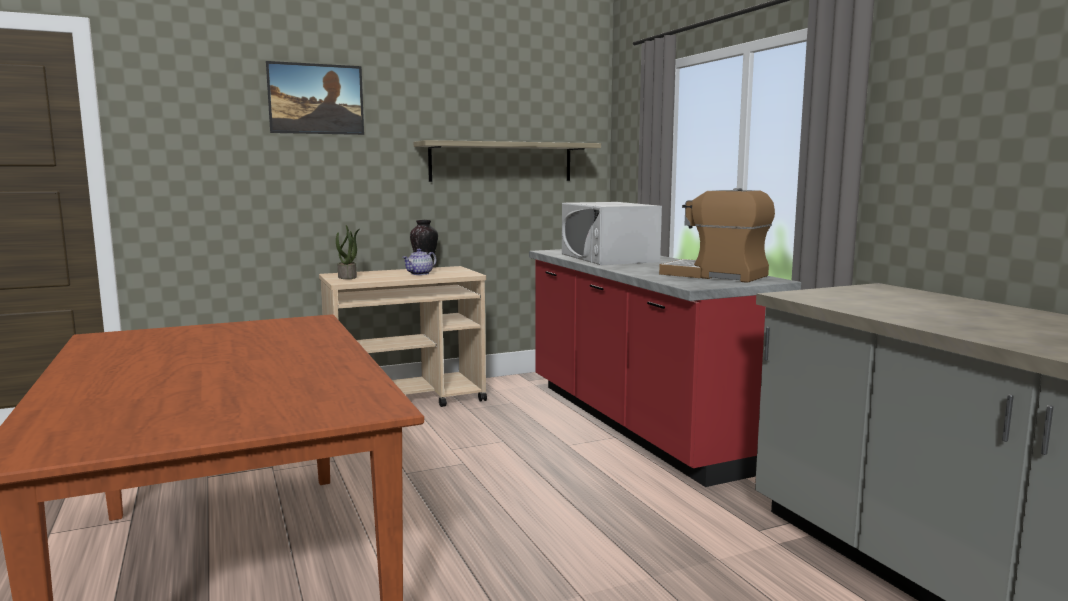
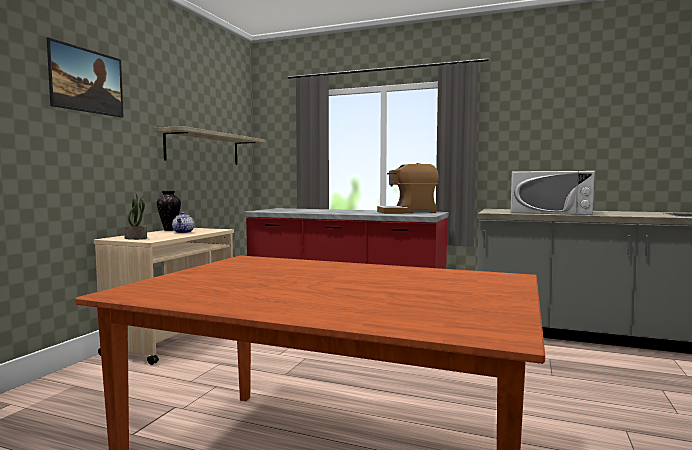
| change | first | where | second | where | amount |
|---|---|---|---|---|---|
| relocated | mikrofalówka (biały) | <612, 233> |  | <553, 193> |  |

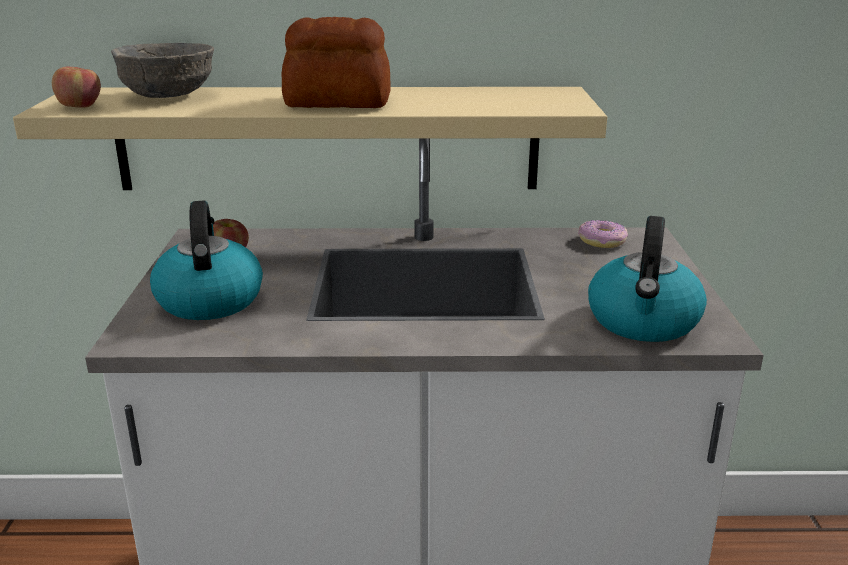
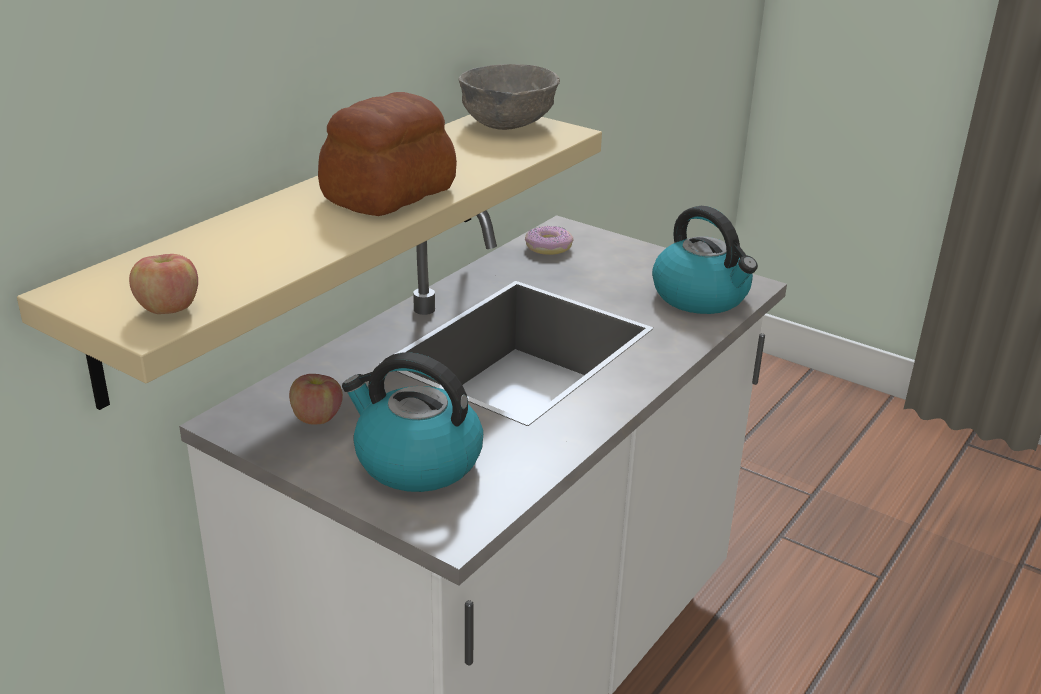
| change | first | where | second | where | amount |
|---|---|---|---|---|---|
| relocated | miska (szary) | <162, 70> |  | <509, 97> |  |

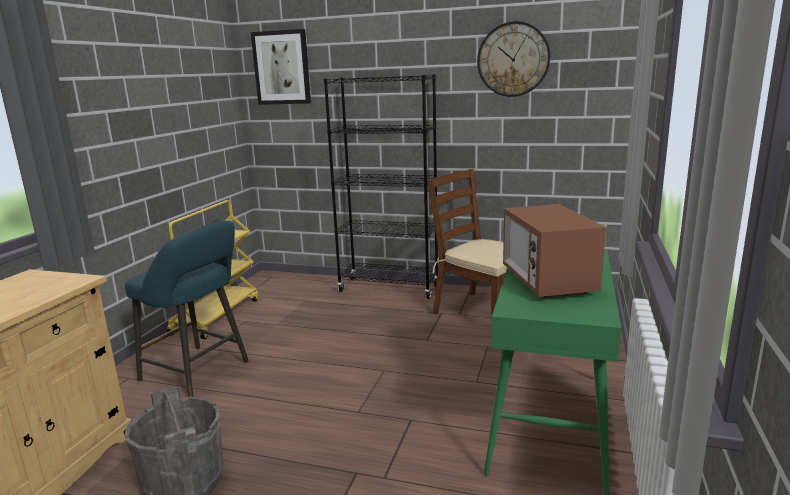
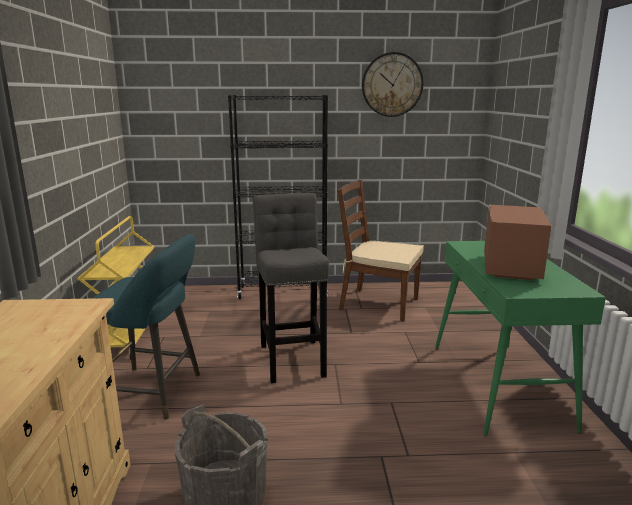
| change | first | where | second | where | amount |
|---|---|---|---|---|---|
| missing | obraz | <281, 67> |  |  |  |
| appeared |  |  | stołek (szary) | <291, 288> |  |
| spun | mikrofalówka | <554, 251> |  | <517, 242> | 135 degrees counterclockwise |

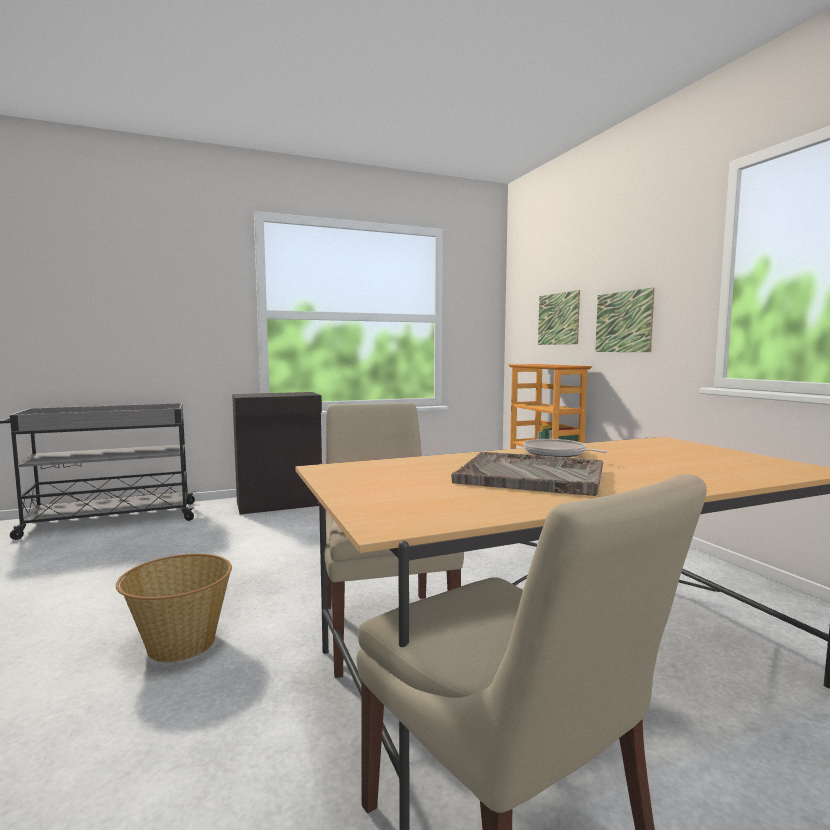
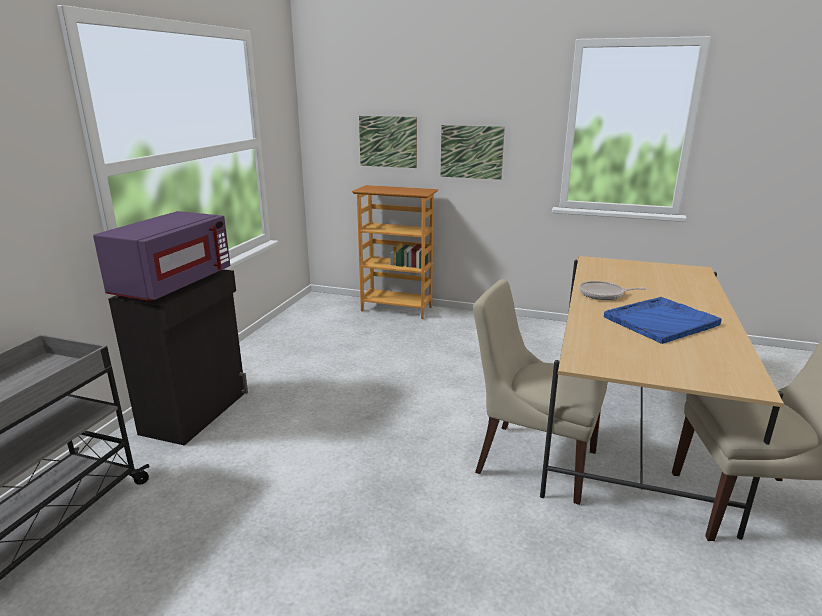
| change | first | where | second | where | amount |
|---|---|---|---|---|---|
| missing | koszyk | <174, 608> |  |  |  |
| appeared |  |  | mikrofalówka (fioletowy) | <161, 256> |  |
| colour | taca (szary) | <527, 474> | taca (niebieski) | <663, 320> |  |

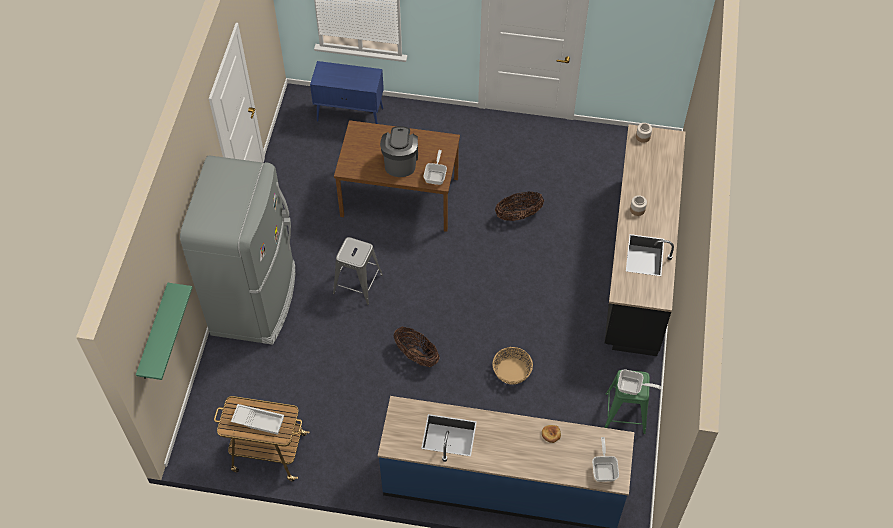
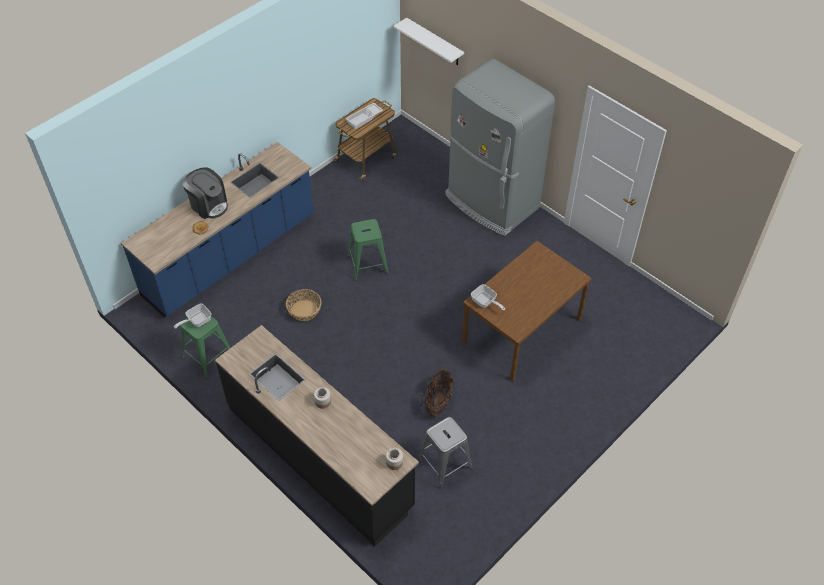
| change | first | where | second | where | amount |
|---|---|---|---|---|---|
| missing | szafka (niebieski) | <347, 92> |  |  |  |
| missing | patelnia | <605, 459> |  |  |  |
| relocated | stołek (szary) | <358, 271> |  | <445, 453> |  |
| relocated | ekspres do kawy | <399, 151> |  | <205, 193> |  |
| exchanged | koszyk | <417, 347> | stołek (zielony) | <368, 250> |  |
| colour | półka (zielony) | <164, 331> | półka (biały) | <428, 41> |  |

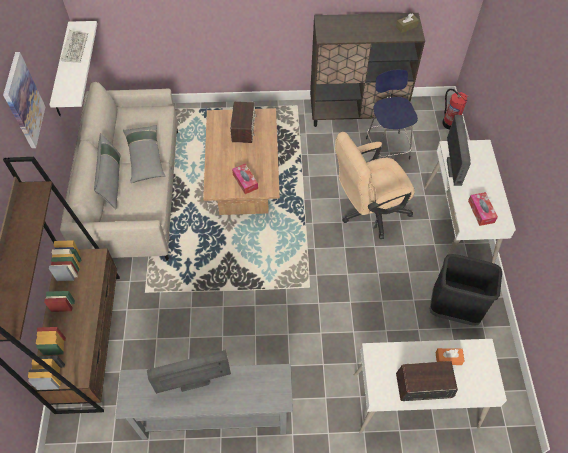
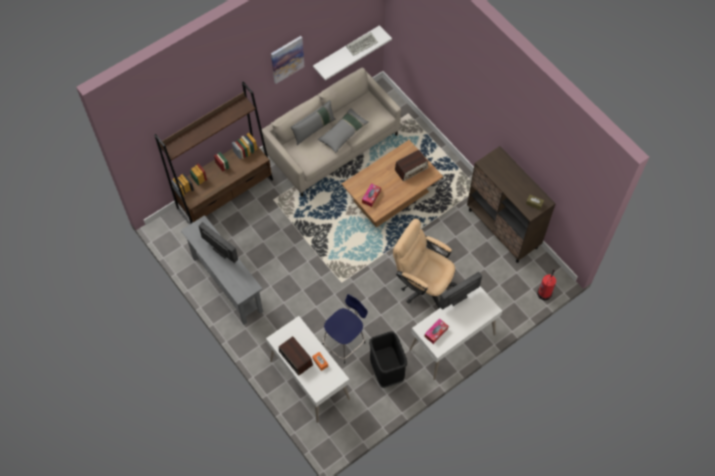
| change | first | where | second | where | amount |
|---|---|---|---|---|---|
| relocated | stołek (niebieski) | <392, 114> |  | <345, 329> |  |

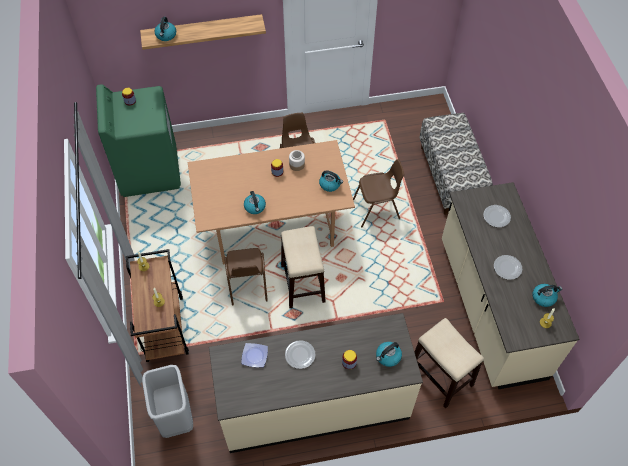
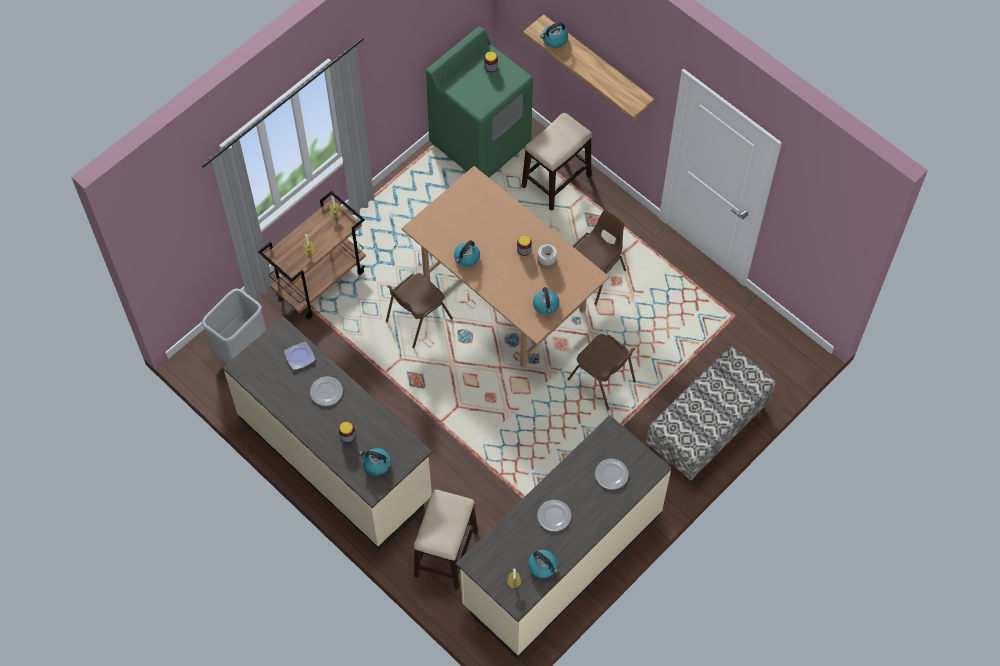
| change | first | where | second | where | amount |
|---|---|---|---|---|---|
| relocated | stołek | <303, 267> |  | <557, 162> |  |

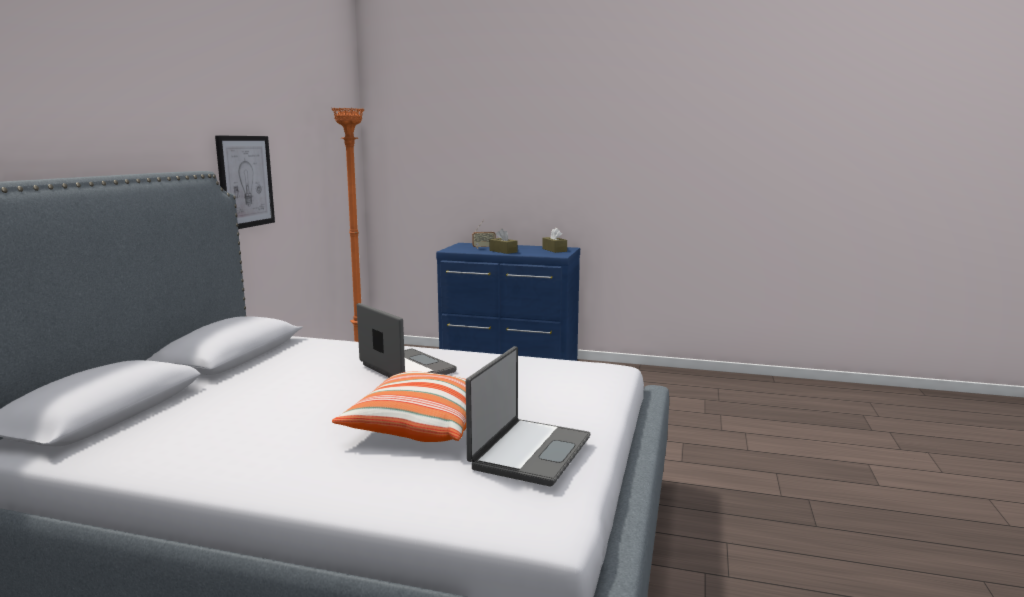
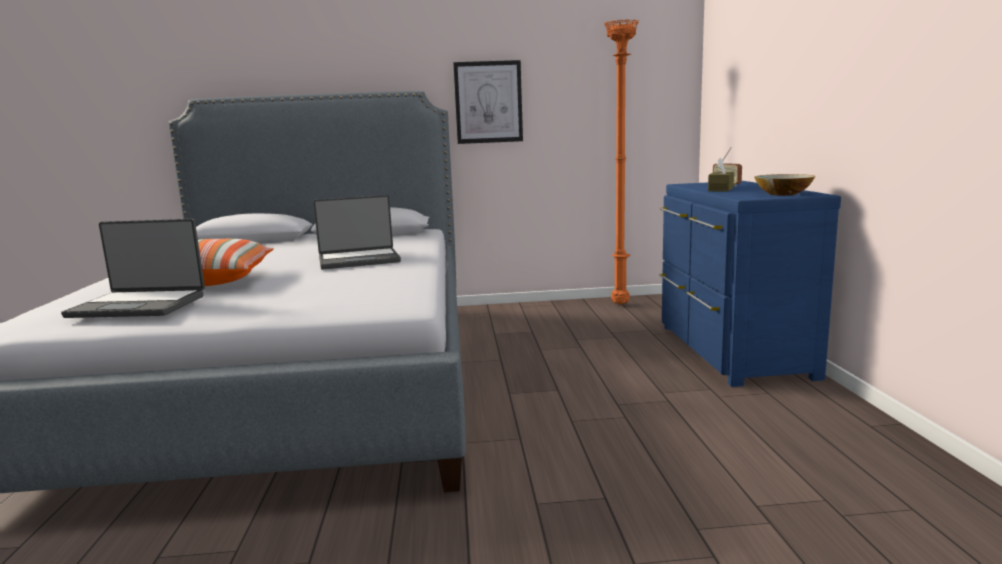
| change | first | where | second | where | amount |
|---|---|---|---|---|---|
| exchanged | pudełko chusteczek (brązowy) | <554, 240> | miska | <784, 185> |  |
| spun | laptop | <407, 340> |  | <357, 232> | 45 degrees clockwise |

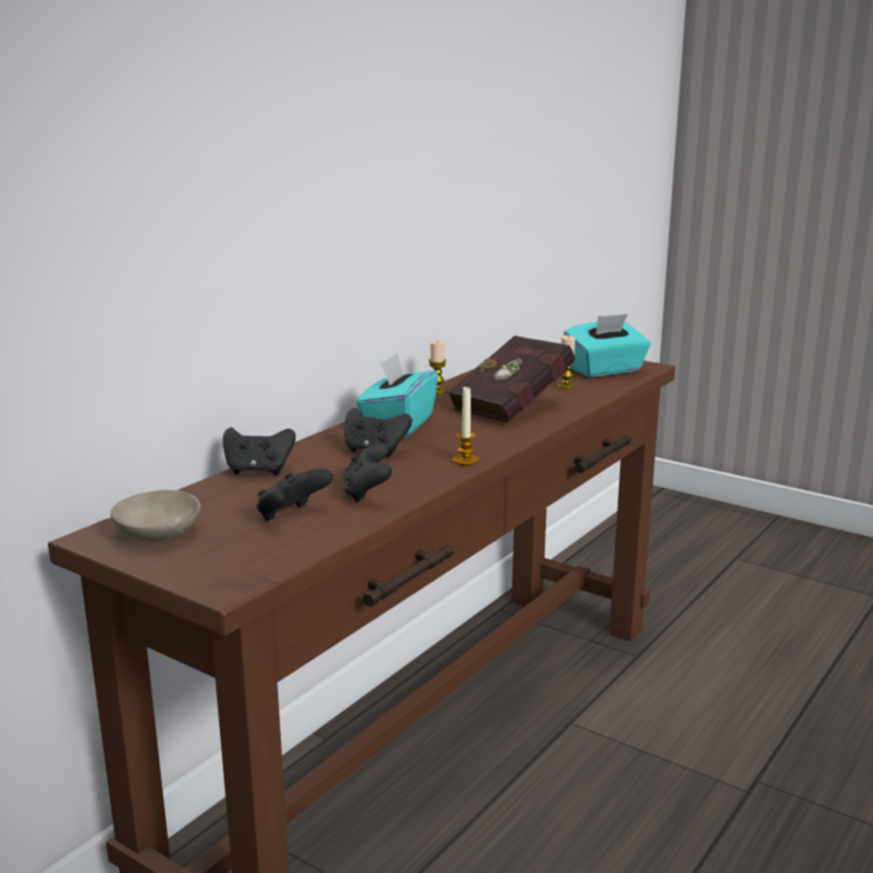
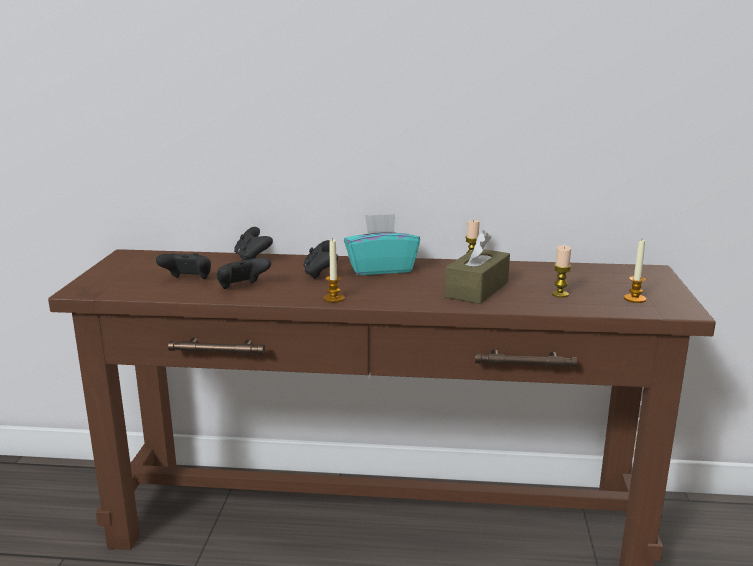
| change | first | where | second | where | amount |
|---|---|---|---|---|---|
| missing | miska (beżowy) | <155, 516> |  |  |  |
| exchanged | książka (czerwony) | <511, 379> | pudełko chusteczek (brązowy) | <477, 267> |  |
| exchanged | pudełko chusteczek (turkusowy) | <607, 345> | świeca | <635, 271> |  |

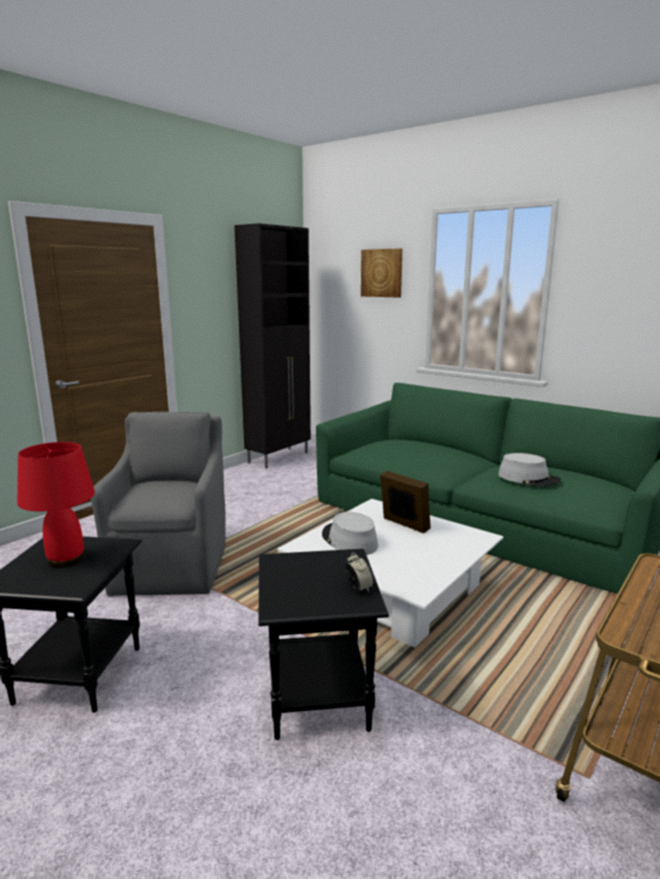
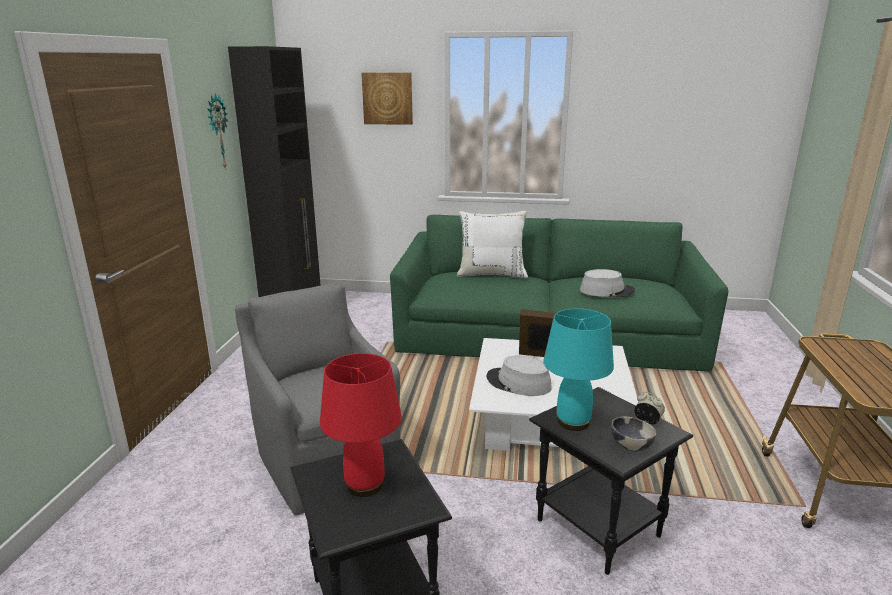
| change | first | where | second | where | amount |
|---|---|---|---|---|---|
| appeared |  |  | zegar ścienny | <217, 132> |  |
| appeared |  |  | poduszka (biały) | <492, 244> |  |
| appeared |  |  | lampa stołowa (turkusowy) | <579, 369> |  |
| appeared |  |  | miska | <633, 434> |  |

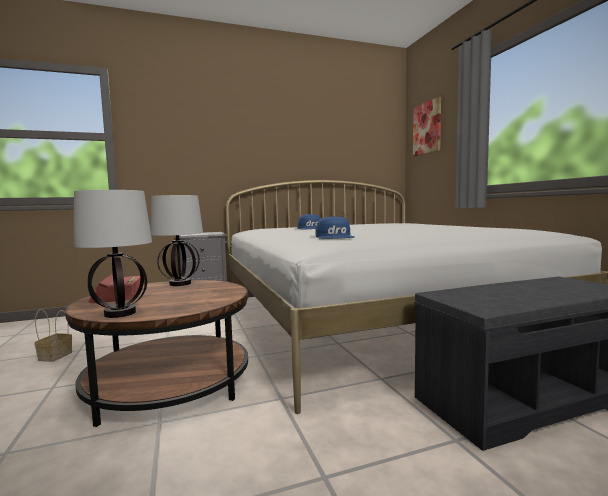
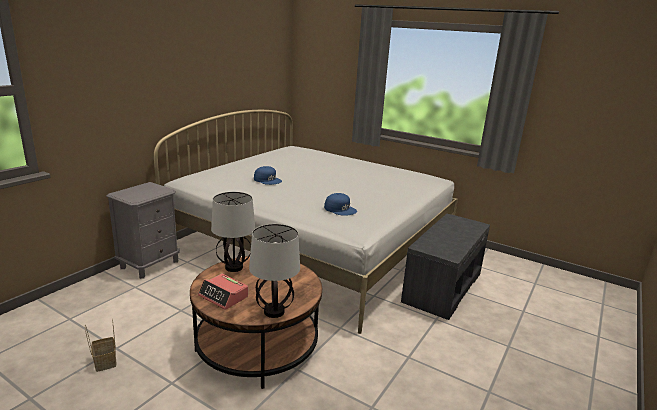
| change | first | where | second | where | amount |
|---|---|---|---|---|---|
| missing | obraz | <427, 126> |  |  |  |

